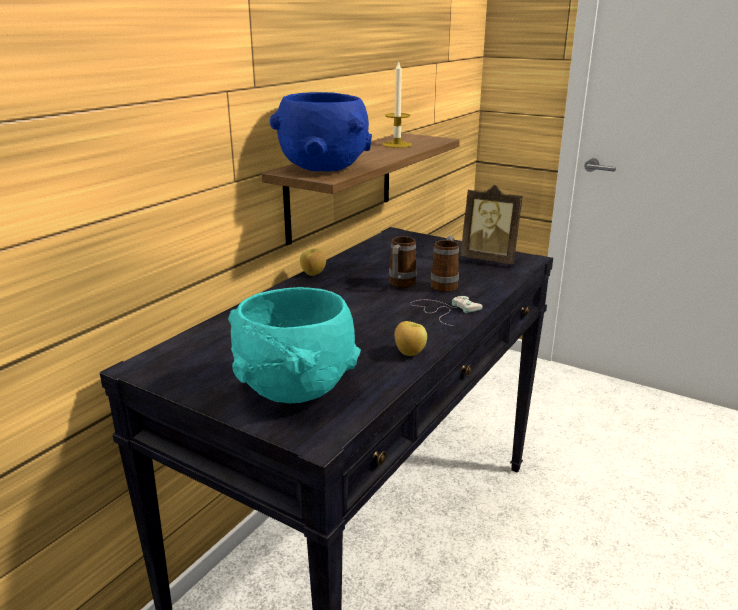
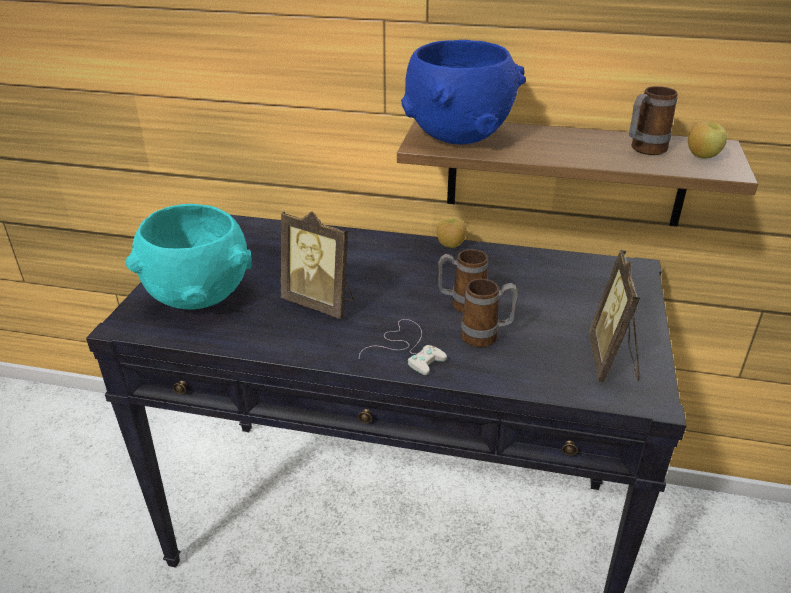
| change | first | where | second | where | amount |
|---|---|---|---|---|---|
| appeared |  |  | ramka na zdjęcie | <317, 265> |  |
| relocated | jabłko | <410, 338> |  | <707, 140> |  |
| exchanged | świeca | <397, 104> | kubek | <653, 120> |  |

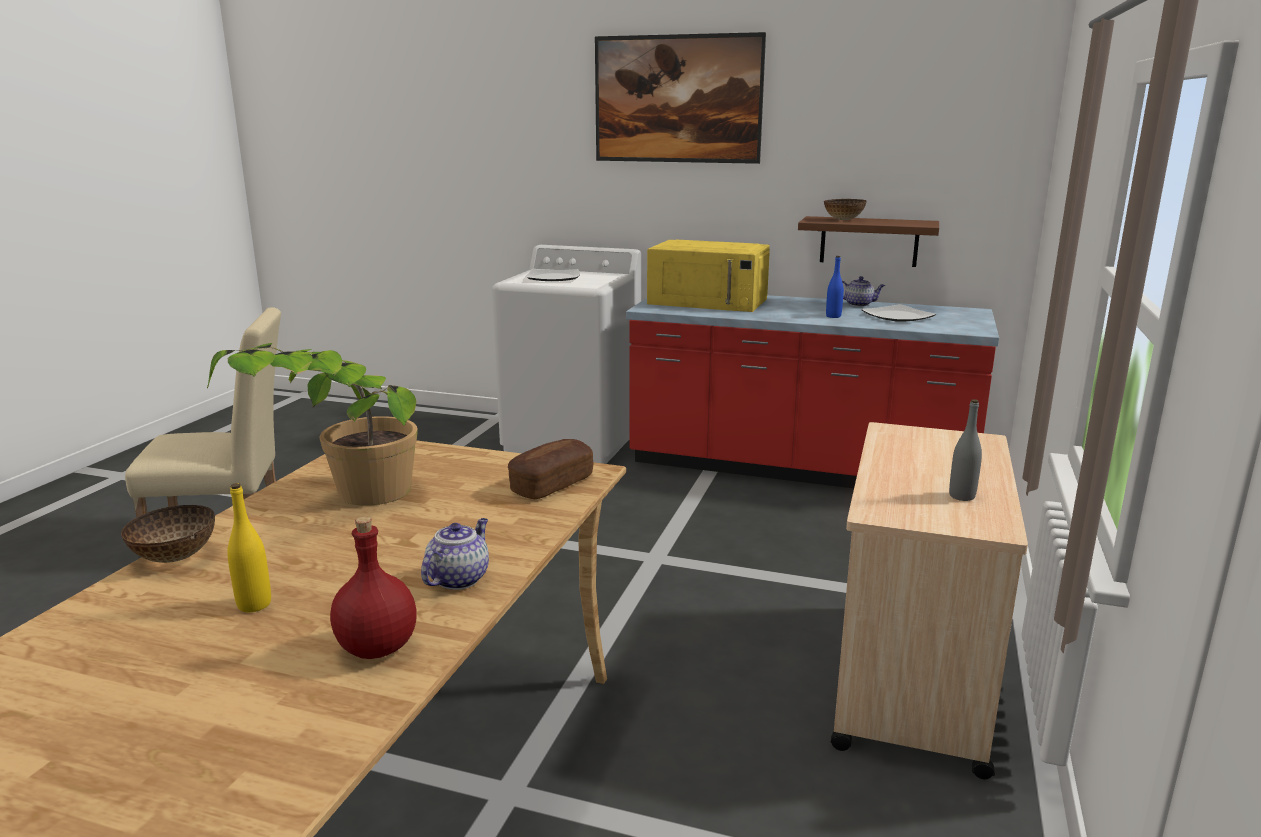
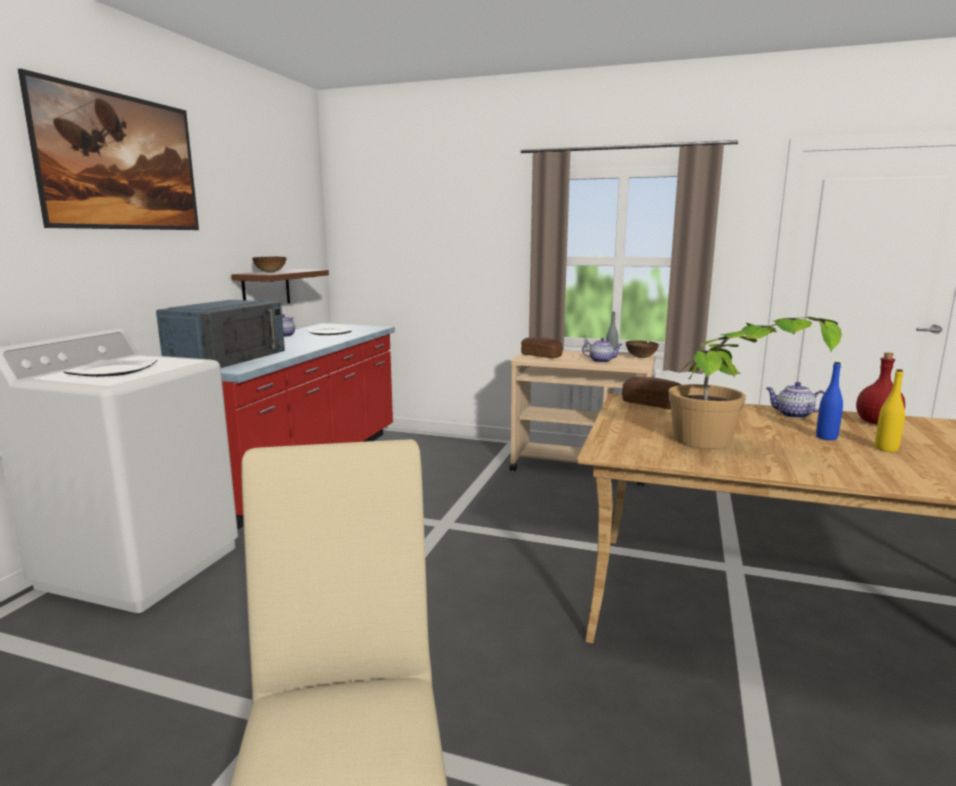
| change | first | where | second | where | amount |
|---|---|---|---|---|---|
| appeared |  |  | chleb | <542, 347> |  |
| appeared |  |  | imbryk | <602, 350> |  |
| relocated | miska | <168, 534> |  | <642, 349> |  |
| relocated | butelka (niebieski) | <835, 287> |  | <829, 401> |  |
| colour | mikrofalówka (żółty) | <708, 276> | mikrofalówka (niebieski) | <220, 334> |  |

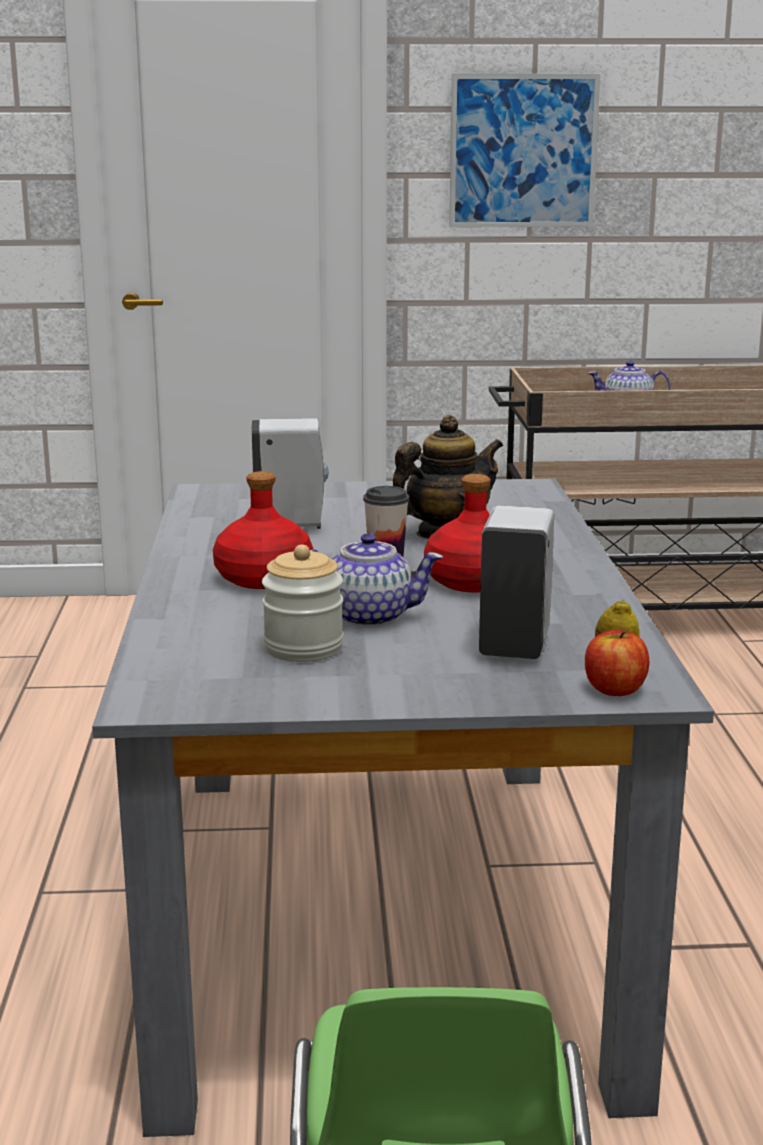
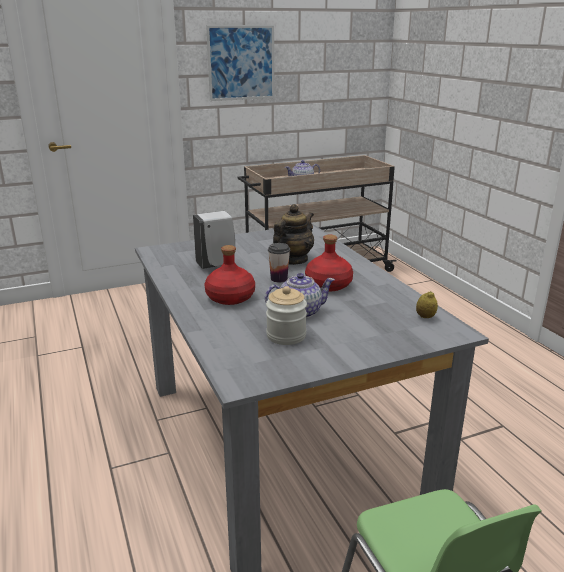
| change | first | where | second | where | amount |
|---|---|---|---|---|---|
| missing | dozownik mydła (biały) | <516, 582> |  |  |  |
| missing | jabłko | <617, 663> |  |  |  |

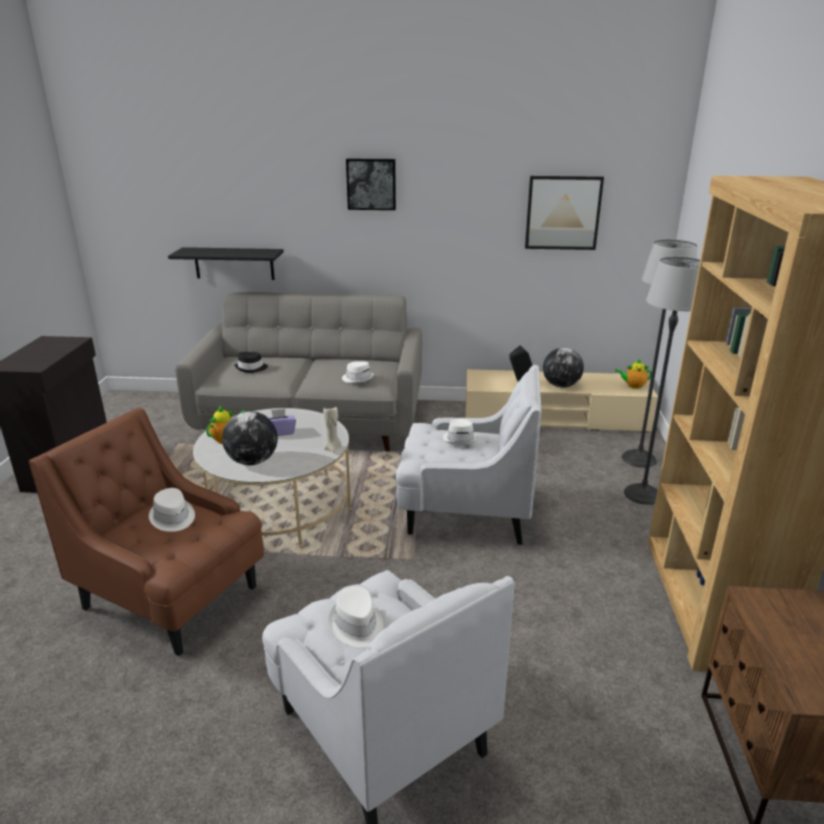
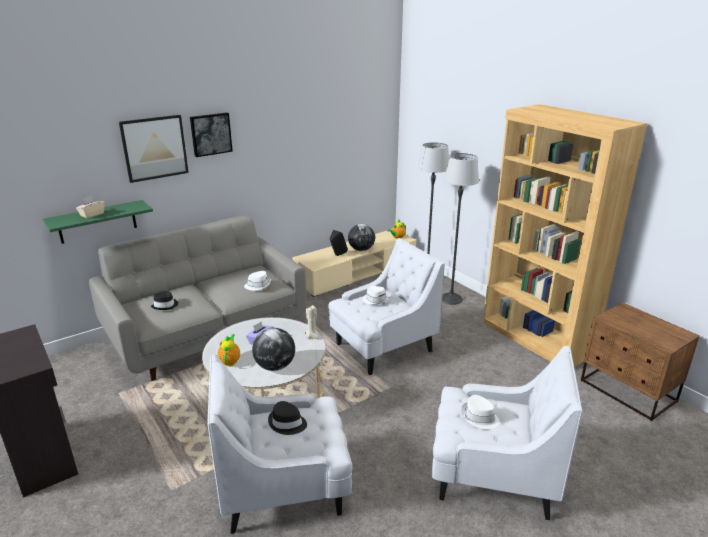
| change | first | where | second | where | amount |
|---|---|---|---|---|---|
| appeared |  |  | pudełko chusteczek (beżowy) | <90, 207> |  |
| relocated | obraz | <564, 213> |  | <154, 149> |  |
| colour | fotel (brązowy) | <146, 531> | fotel (biały) | <280, 444> |  |
| colour | kapelusz (biały) | <172, 510> | kapelusz (czarny) | <287, 418> |  |
| colour | półka (czarny) | <226, 263> | półka (zielony) | <98, 222> |  |

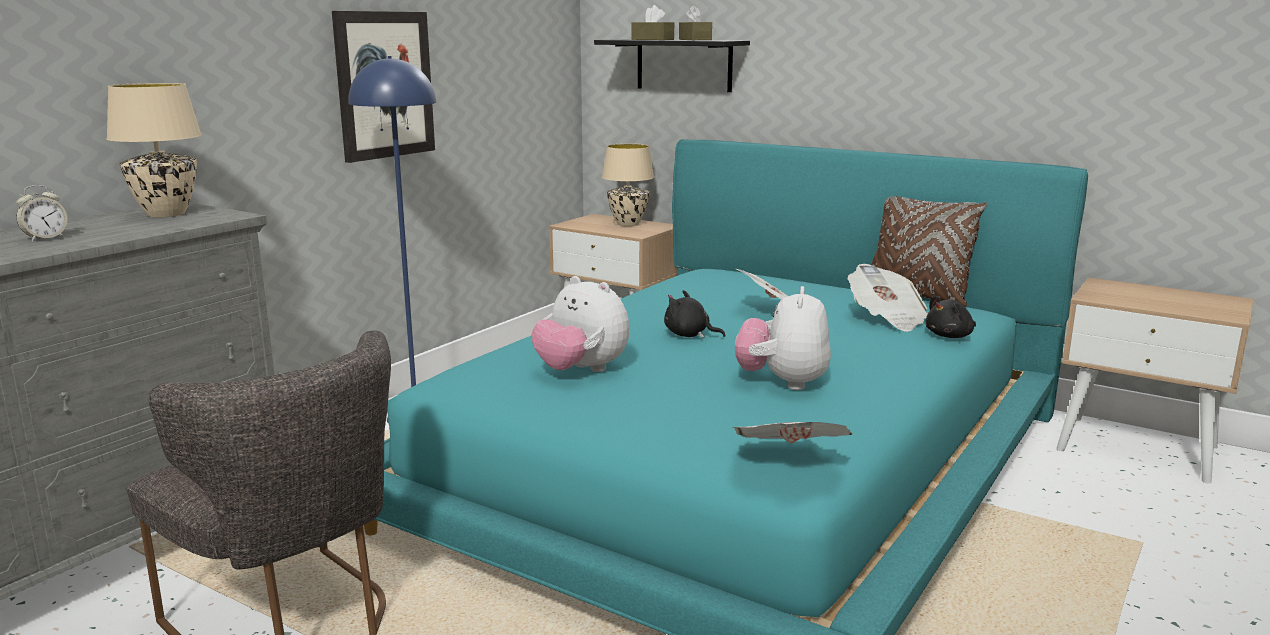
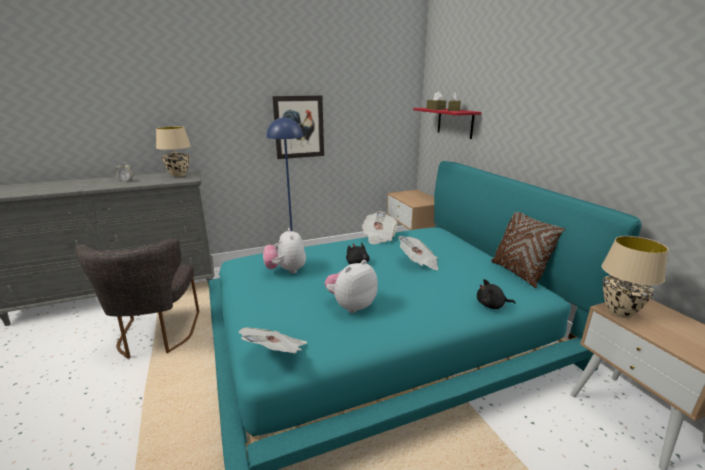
| change | first | where | second | where | amount |
|---|---|---|---|---|---|
| relocated | lampa stołowa (beżowy) | <628, 185> |  | <635, 277> |  |
| relocated | gazeta | <888, 298> |  | <380, 227> |  |
| colour | półka (czarny) | <672, 65> | półka (czerwony) | <447, 123> |  |

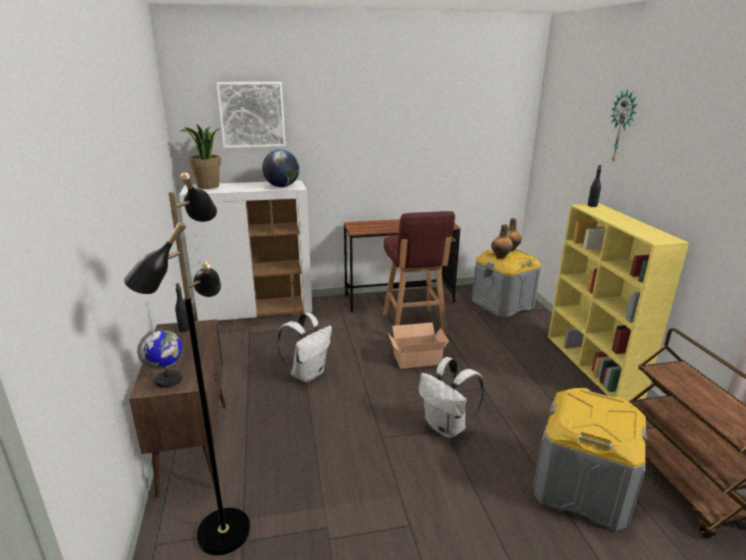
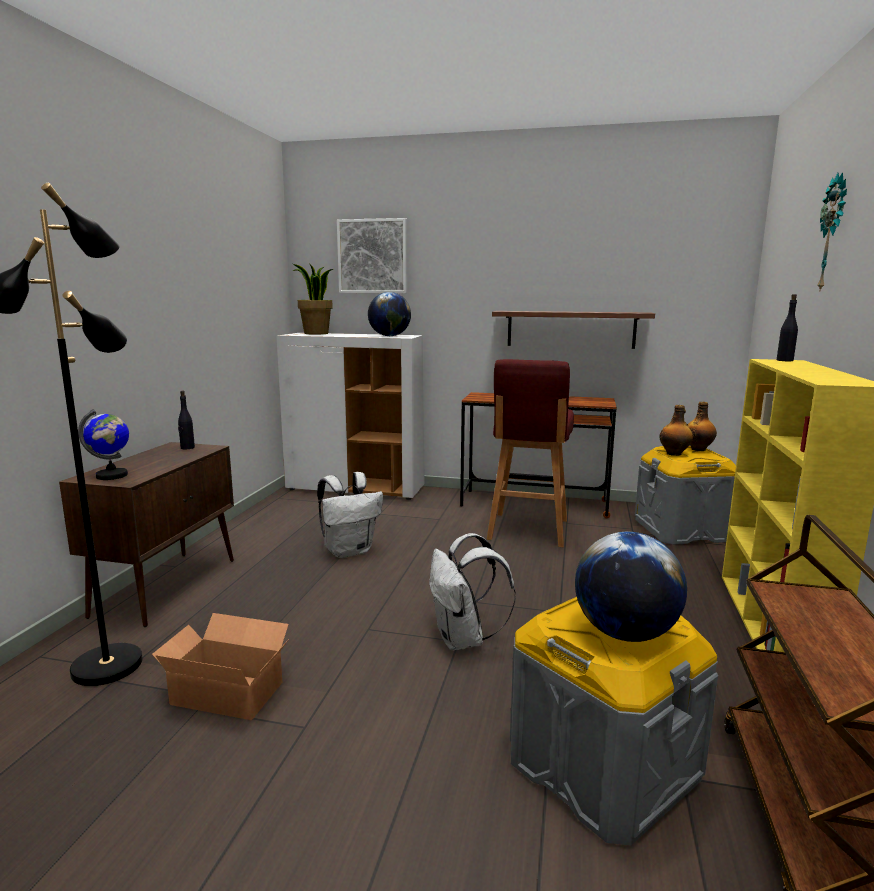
| change | first | where | second | where | amount |
|---|---|---|---|---|---|
| appeared |  |  | półka | <573, 330> |  |
| appeared |  |  | globus | <631, 587> |  |
| relocated | karton | <418, 345> |  | <220, 666> |  |

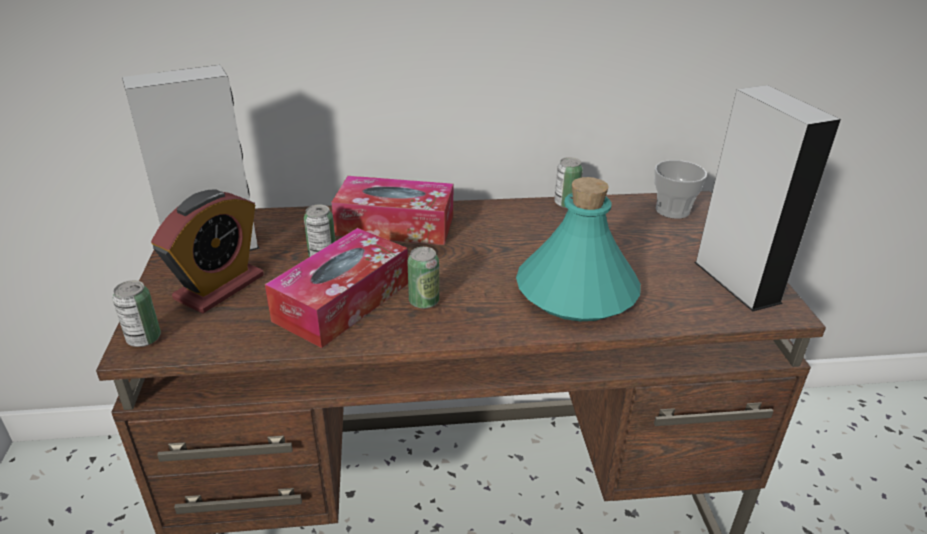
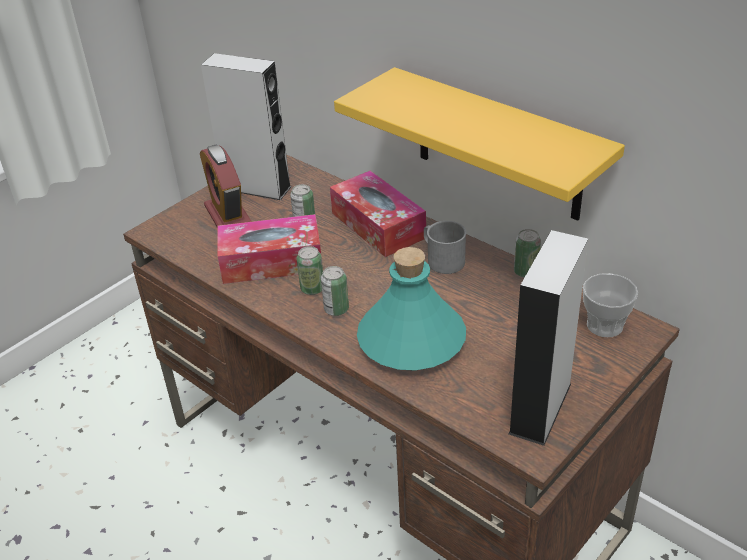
| change | first | where | second | where | amount |
|---|---|---|---|---|---|
| appeared |  |  | półka (żółty) | <479, 144> |  |
| appeared |  |  | kubek (szary) | <445, 247> |  |
| relocated | puszka | <137, 313> |  | <335, 291> |  |
| spun | budzik | <207, 251> |  | <225, 186> | 75 degrees clockwise |

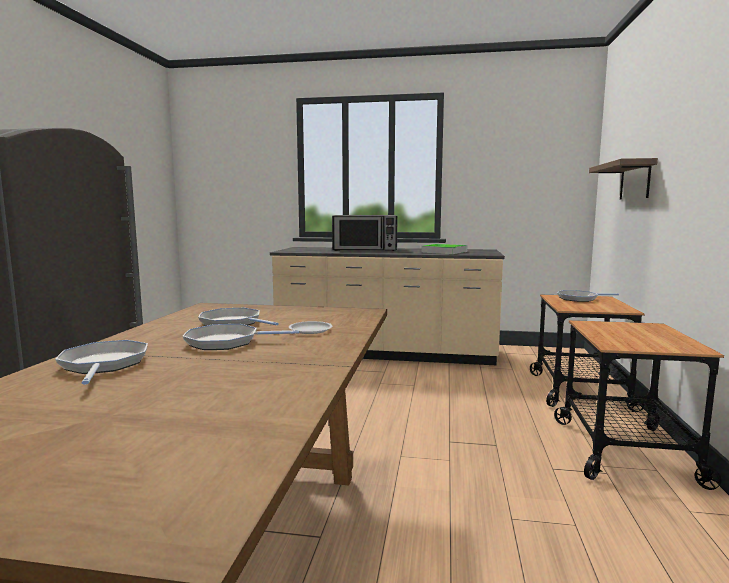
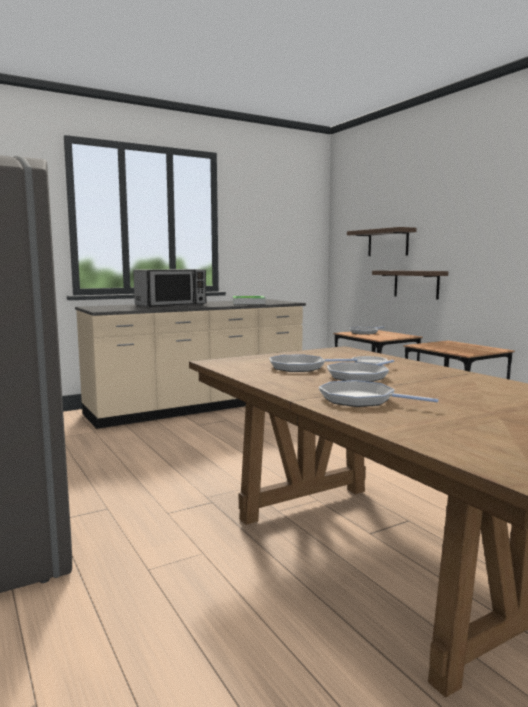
| change | first | where | second | where | amount |
|---|---|---|---|---|---|
| appeared |  |  | półka | <410, 284> |  |

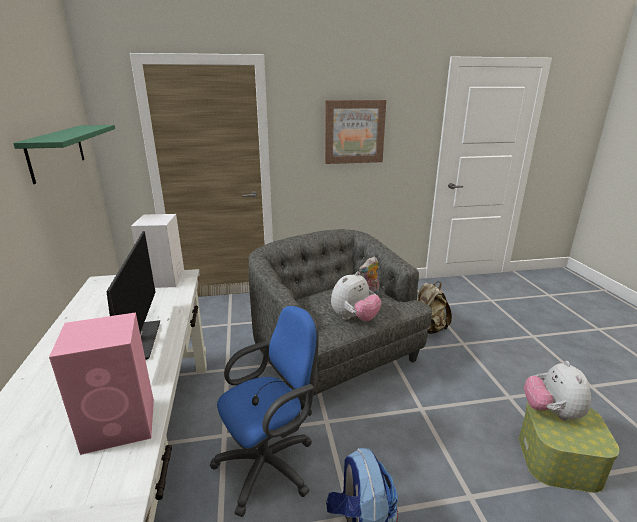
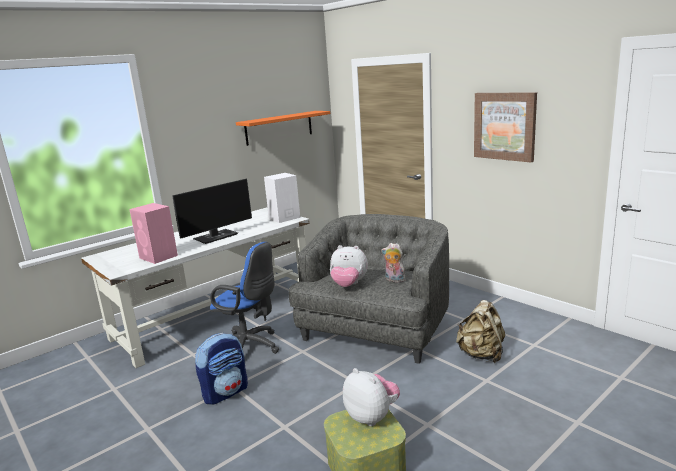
| change | first | where | second | where | amount |
|---|---|---|---|---|---|
| colour | półka (zielony) | <64, 154> | półka (pomarańczowy) | <283, 128> |  |
| spun | pluszak | <557, 391> |  | <371, 397> | 75 degrees clockwise |

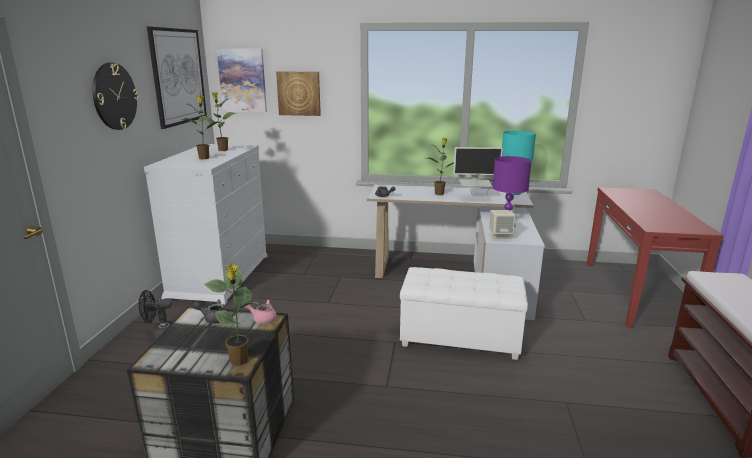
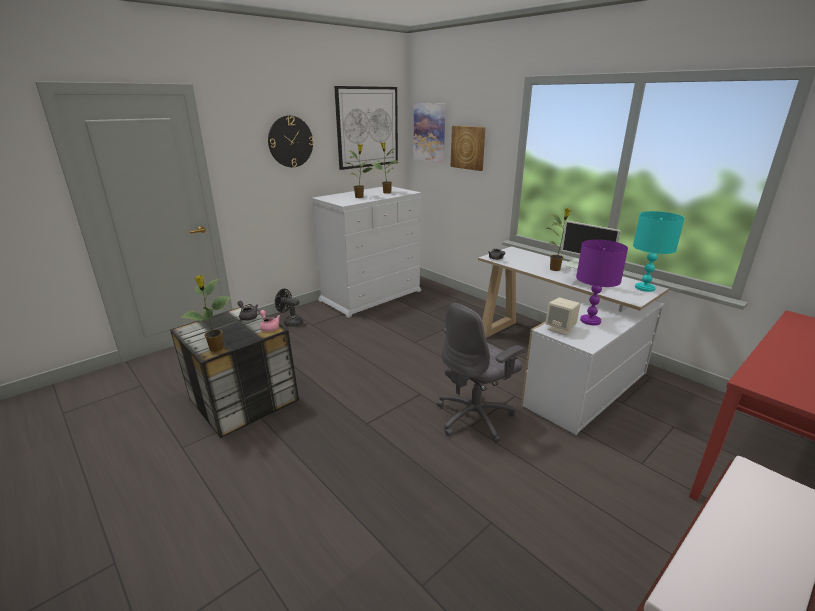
| change | first | where | second | where | amount |
|---|---|---|---|---|---|
| exchanged | pufa (biały) | <464, 313> | krzesło biurowe (szary) | <481, 373> |  |

